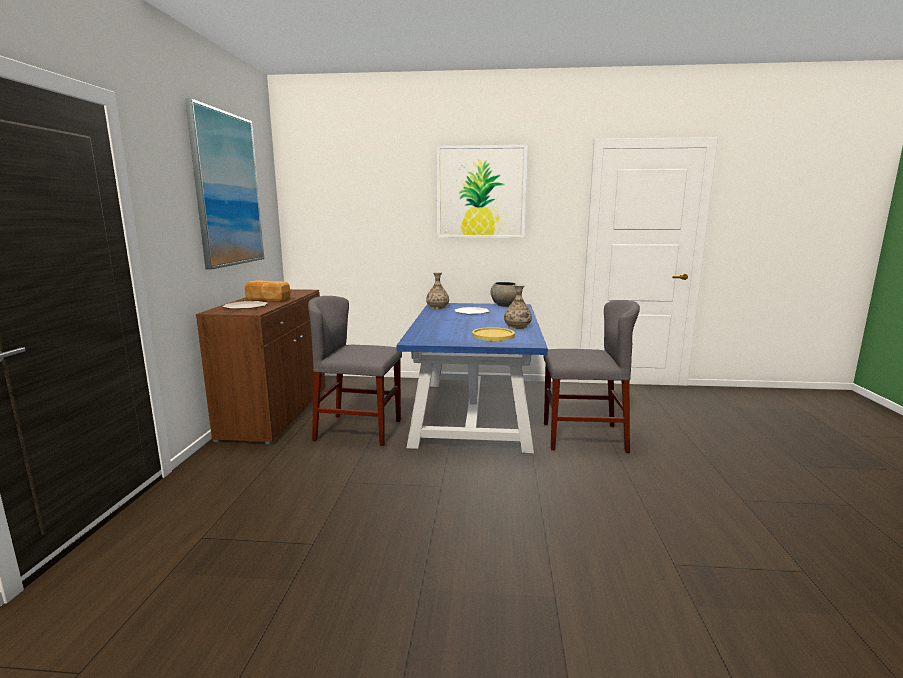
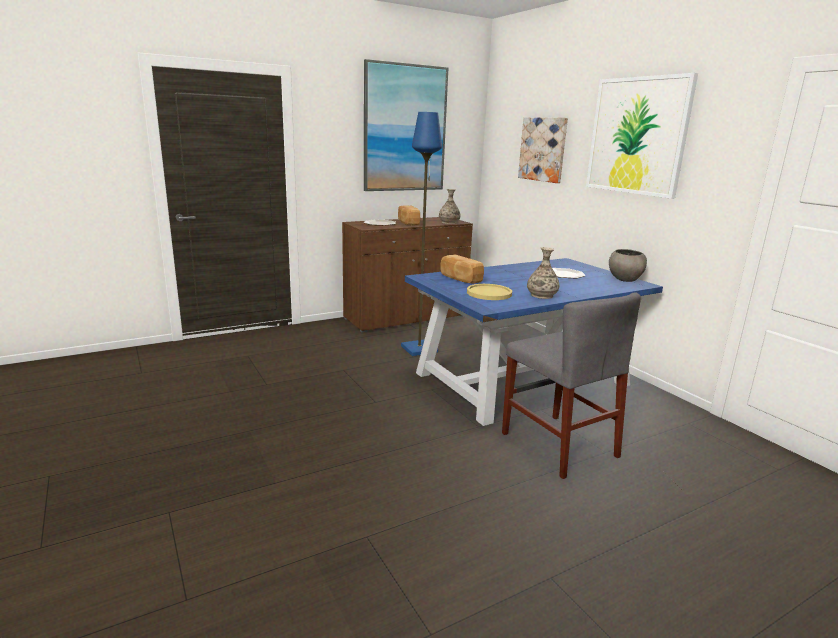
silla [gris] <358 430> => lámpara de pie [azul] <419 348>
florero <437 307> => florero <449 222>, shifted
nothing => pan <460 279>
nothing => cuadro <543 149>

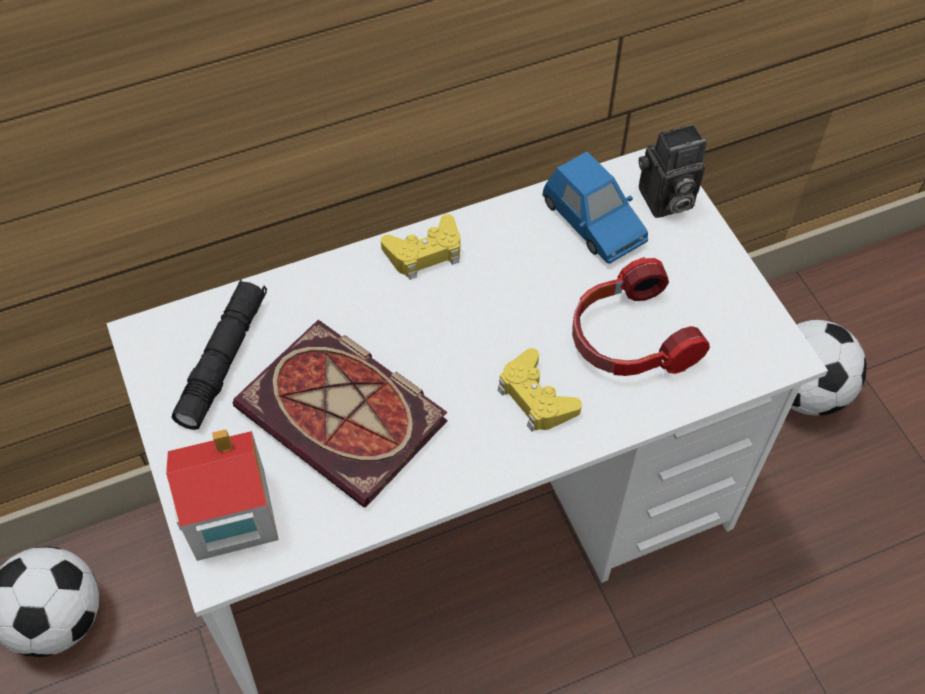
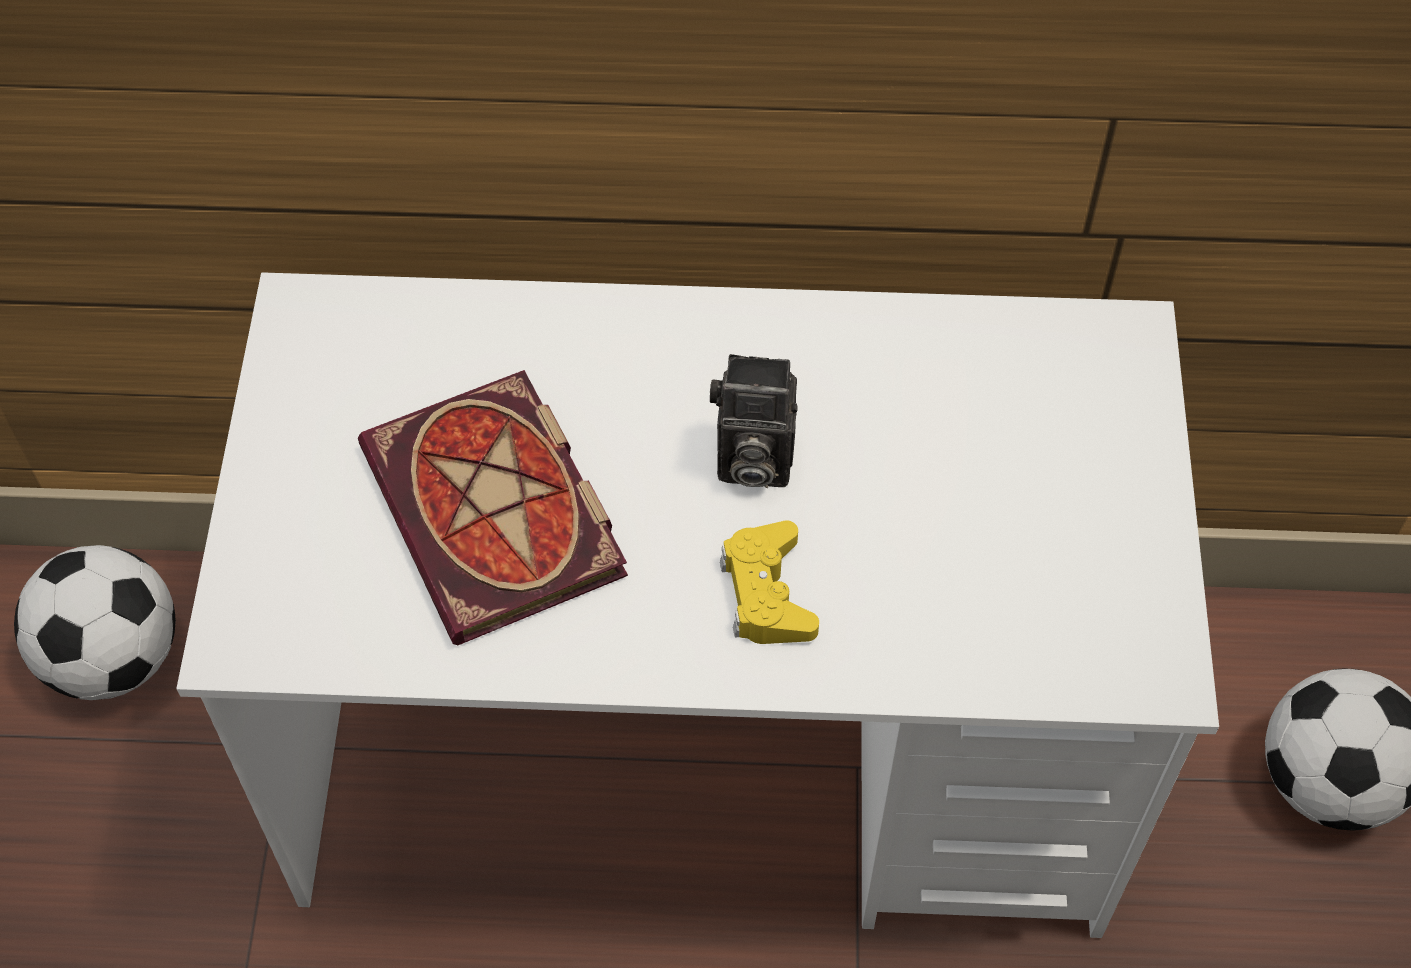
casita <229 514> => nothing
linterna [negro] <223 359> => nothing
mando de consola [amarillo] <425 253> => nothing
coche de juguete [azul] <593 221> => nothing
auriculares <628 338> => nothing
cámara <664 201> => cámara <750 461>, shifted

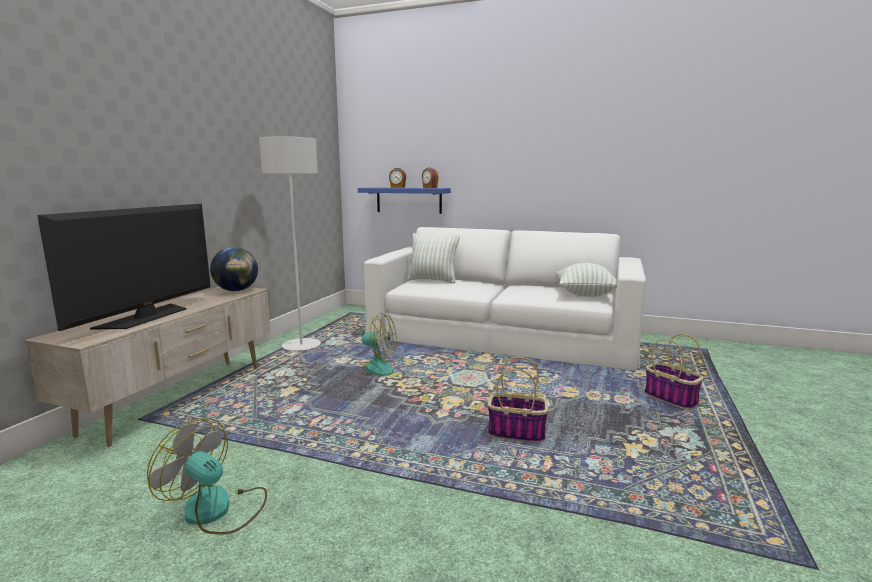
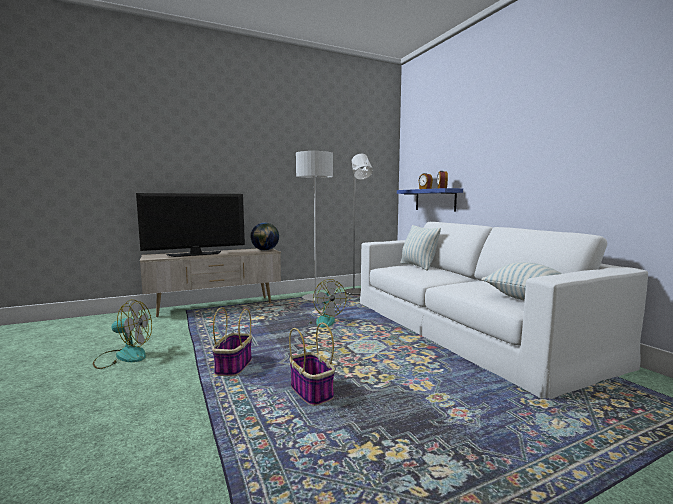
ventilador <217 510> => ventilador <123 356>, 105 degrees clockwise
cesta <672 399> => cesta <233 367>, shifted
nothing => lámpara de pie [gris] <358 294>

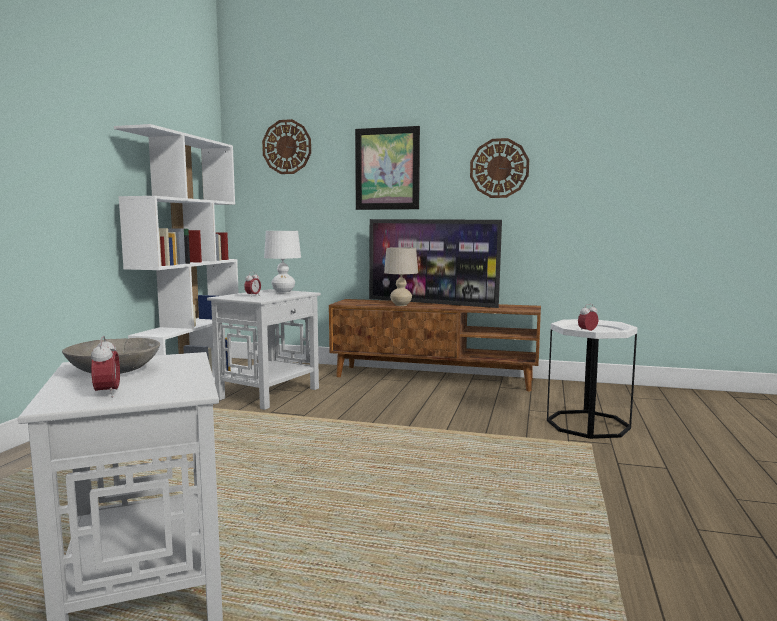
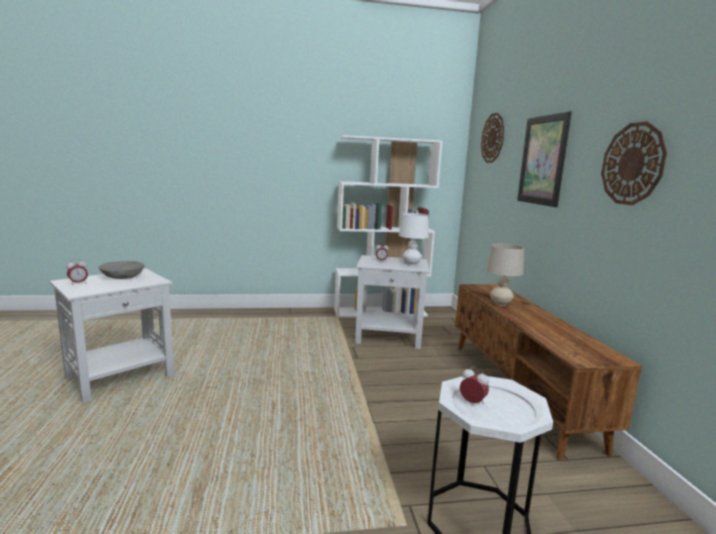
televisor <432 303> => nothing

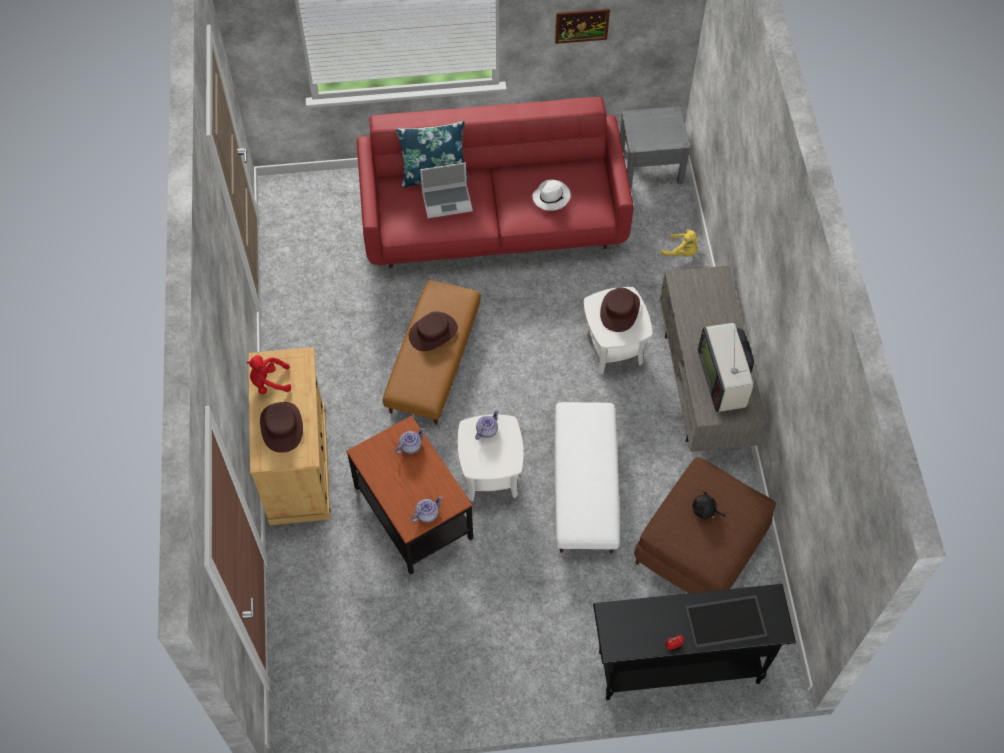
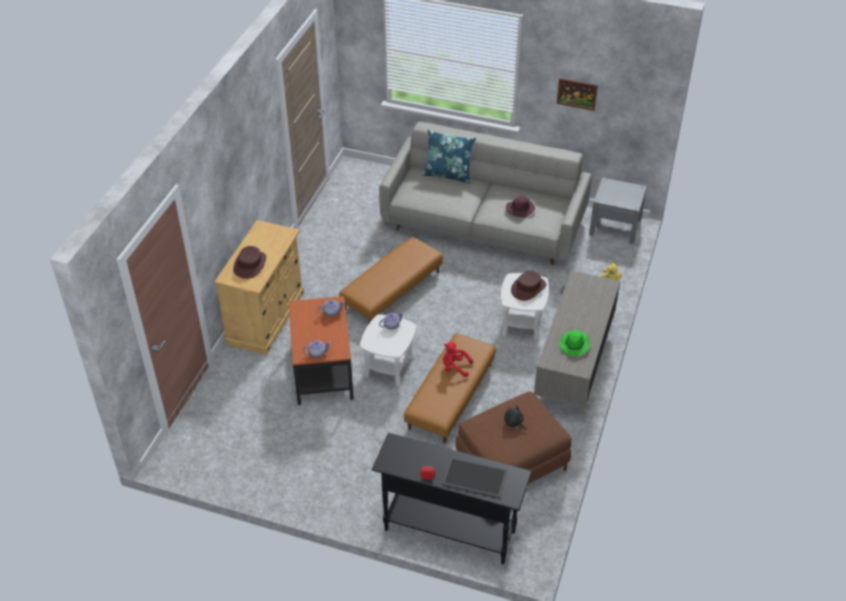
peluche [rojo] <269 382> => peluche [rojo] <455 367>, shifted
sofá [rojo] <493 220> => sofá [gris] <483 225>
sombrero [marrón] <433 333> => nothing
portátil <447 201> => nothing
sombrero [blanco] <551 196> => sombrero [morado] <520 209>
puf [blanco] <584 485> => puf [marrón] <450 396>
televisor <724 379> => sombrero [verde] <574 345>

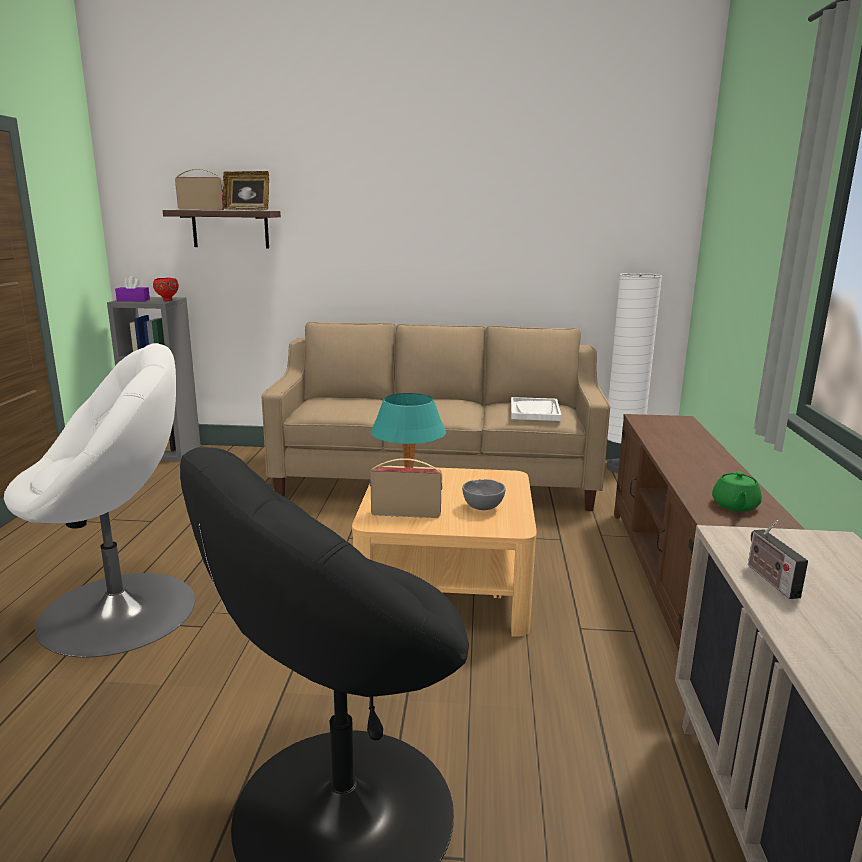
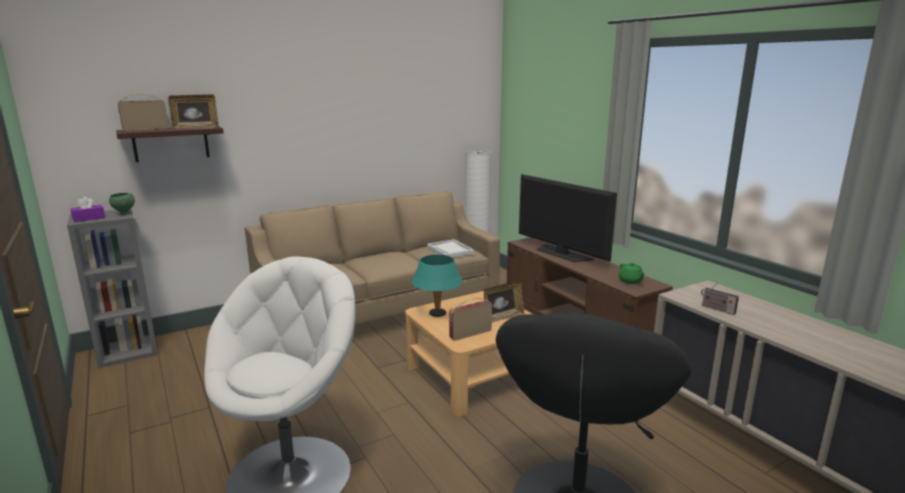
cuenco [rojo] <167 300> => cuenco [verde] <124 214>
cuenco [gris] <483 508> => portarretratos <503 317>
nothing => televisor <561 253>

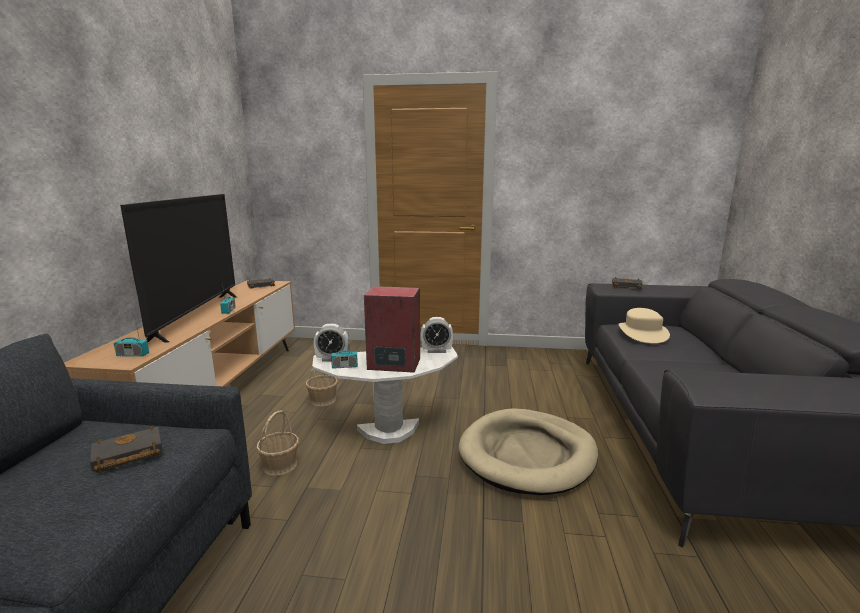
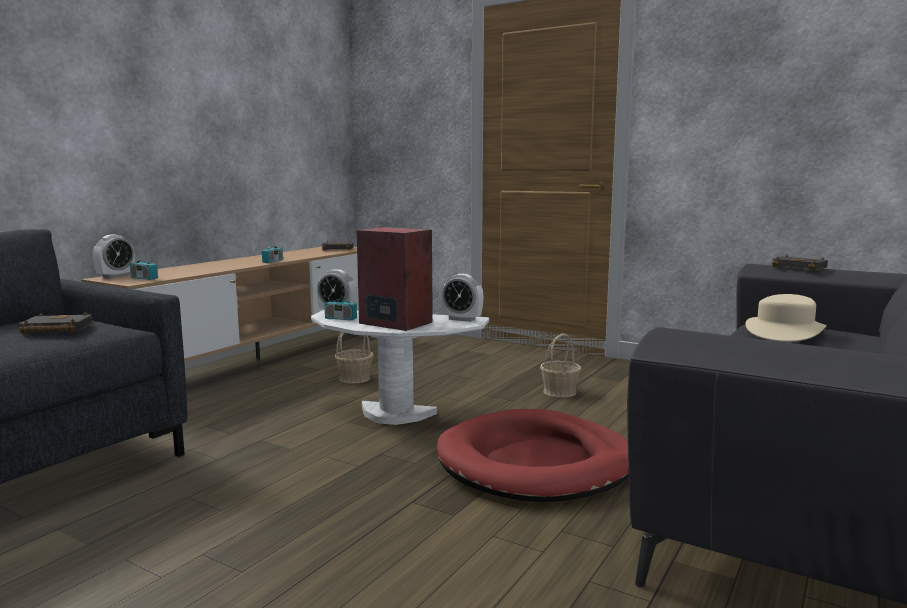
televisor <197 316> => nothing
cesta <280 465> => cesta <560 392>, shifted
cama para perro [beis] <527 455> => cama para perro [rojo] <536 463>
nothing => despertador <116 276>

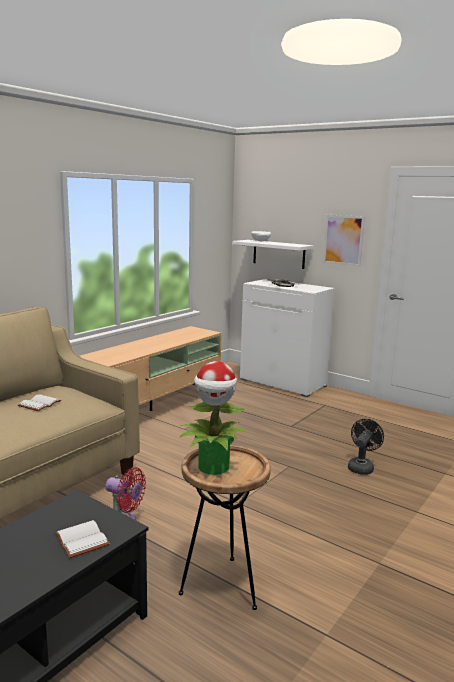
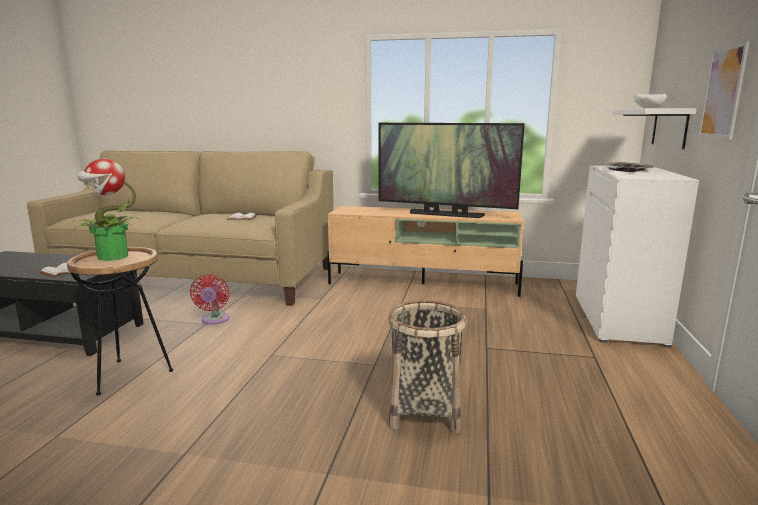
ventilador [negro] <361 467> => cesta <424 411>
nothing => televisor <445 214>

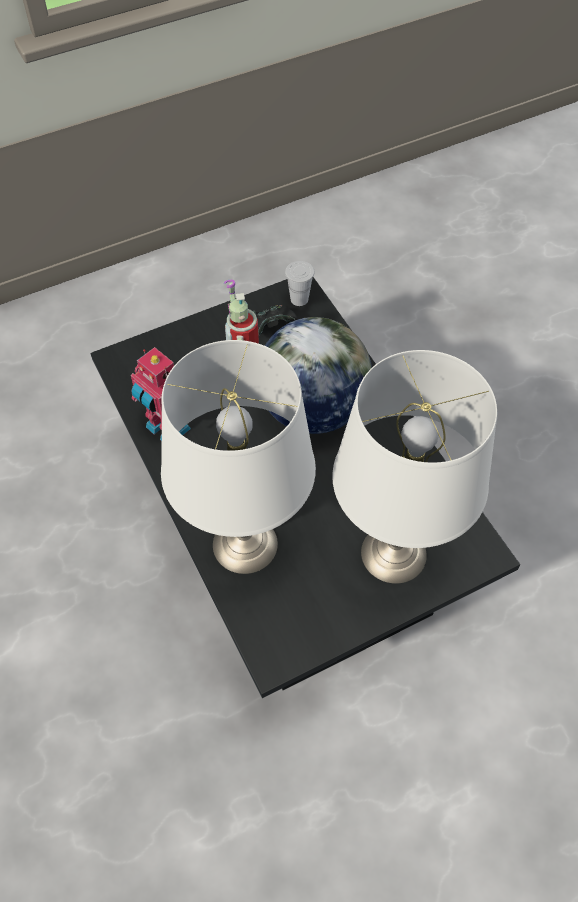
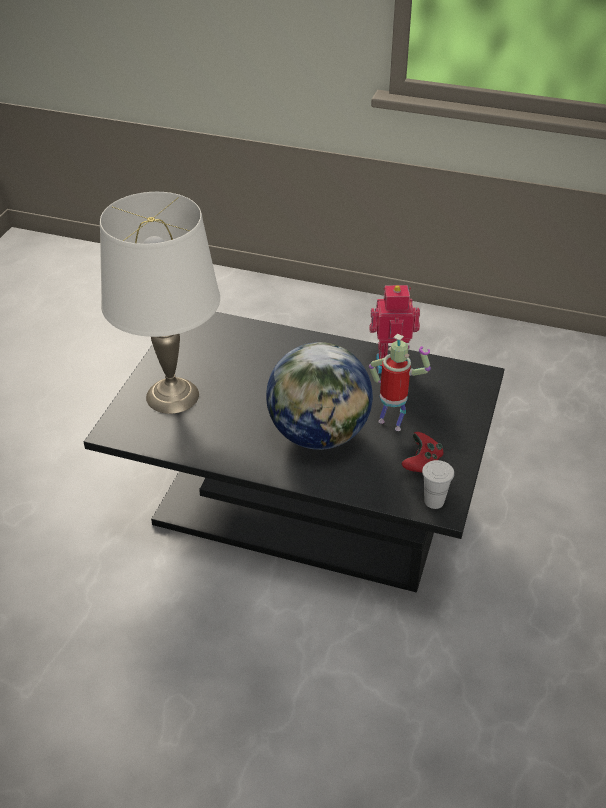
lámpara de mesa [blanco] <244 544> => nothing
mando de consola [negro] <270 328> => mando de consola [rojo] <422 464>

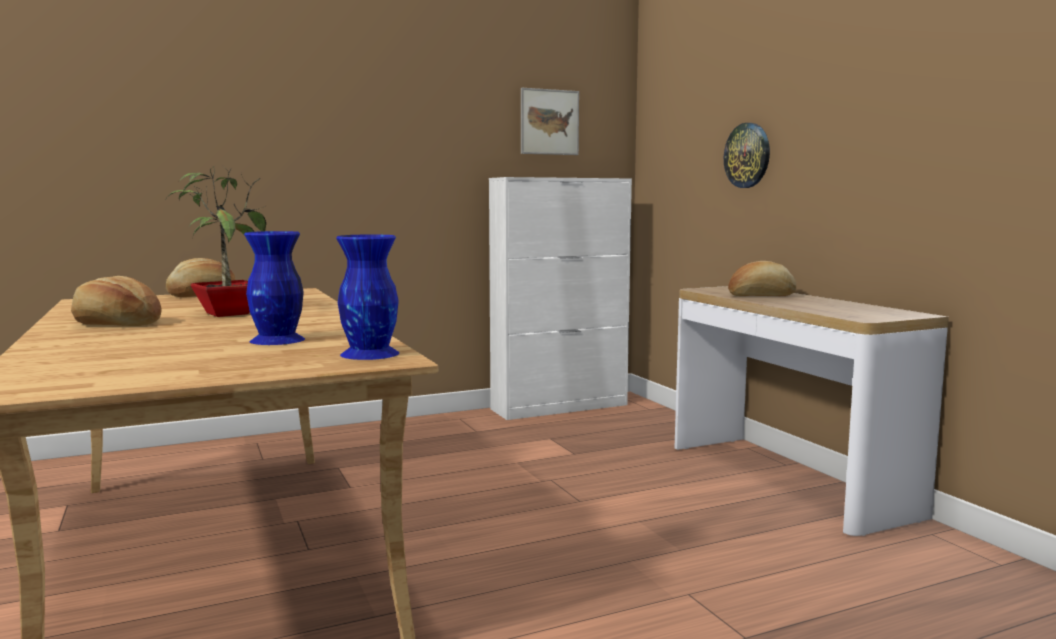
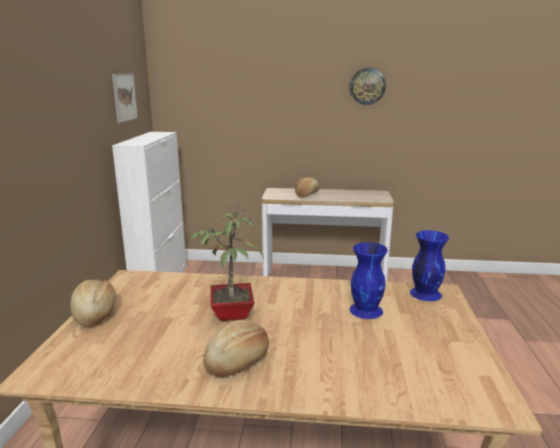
reloj de pared <747 155> => reloj de pared <367 86>, shifted

